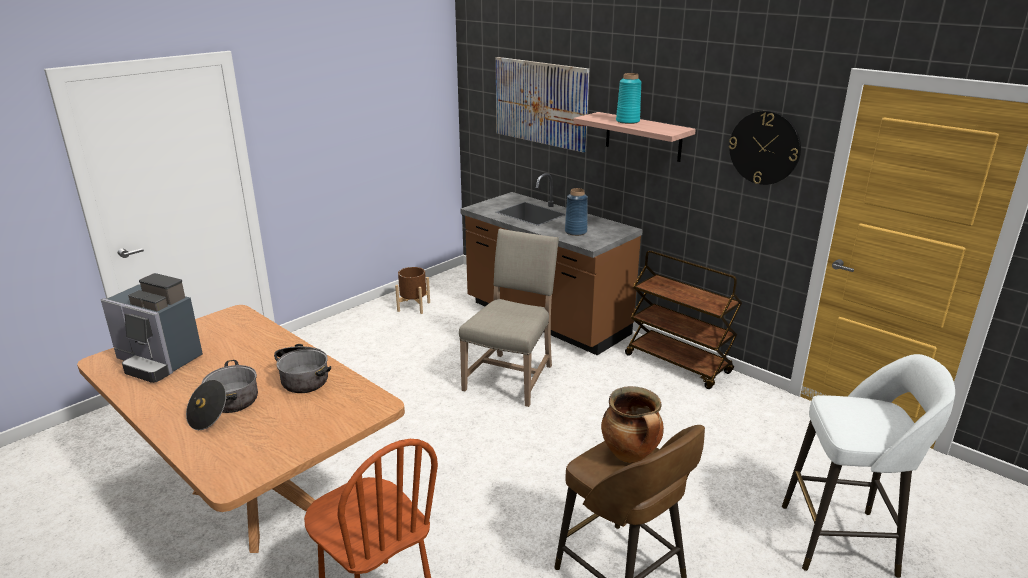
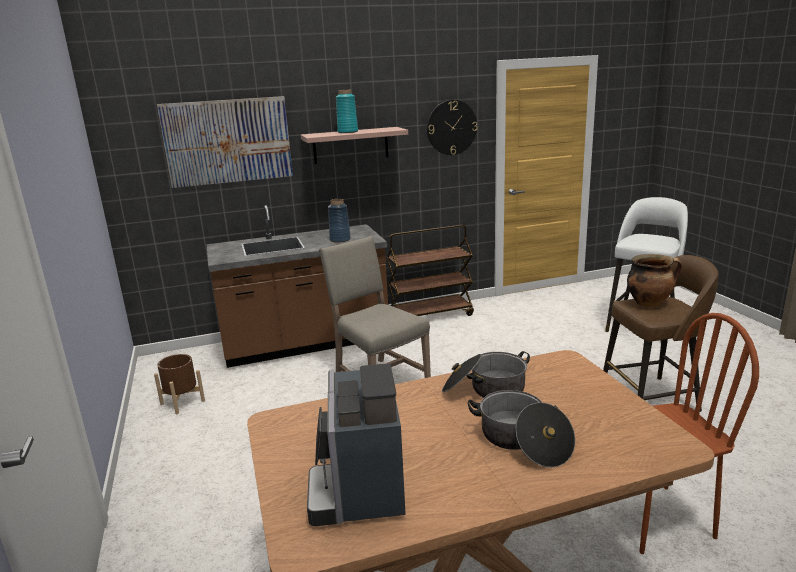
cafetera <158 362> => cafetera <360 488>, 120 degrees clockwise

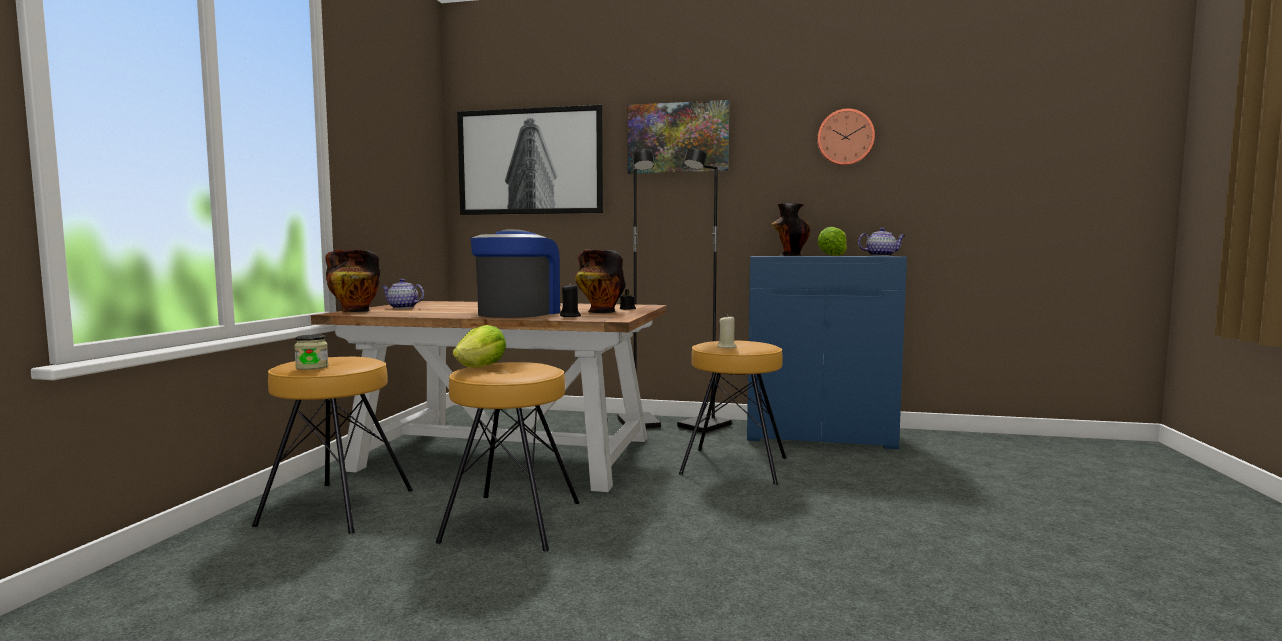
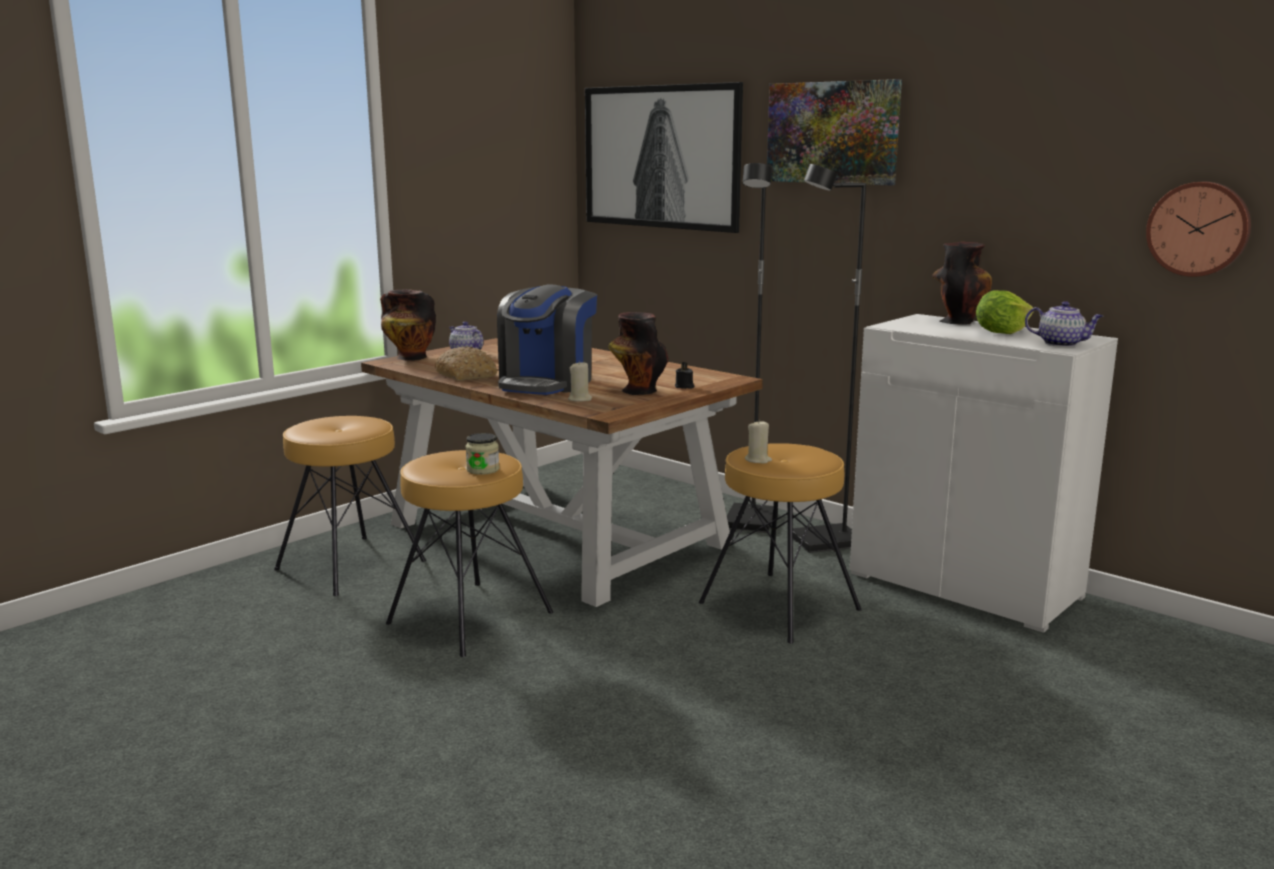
tarro <312 367> => tarro <483 470>, shifted
lechuga <481 367> => nothing
cafetera <519 313> => cafetera <547 383>, 150 degrees clockwise
vela [negro] <570 316> => vela [beis] <580 399>
armario [azul] <819 434> => armario [blanco] <966 585>
reloj de pared <845 137> => reloj de pared <1198 229>, shifted
nothing => pan <467 375>

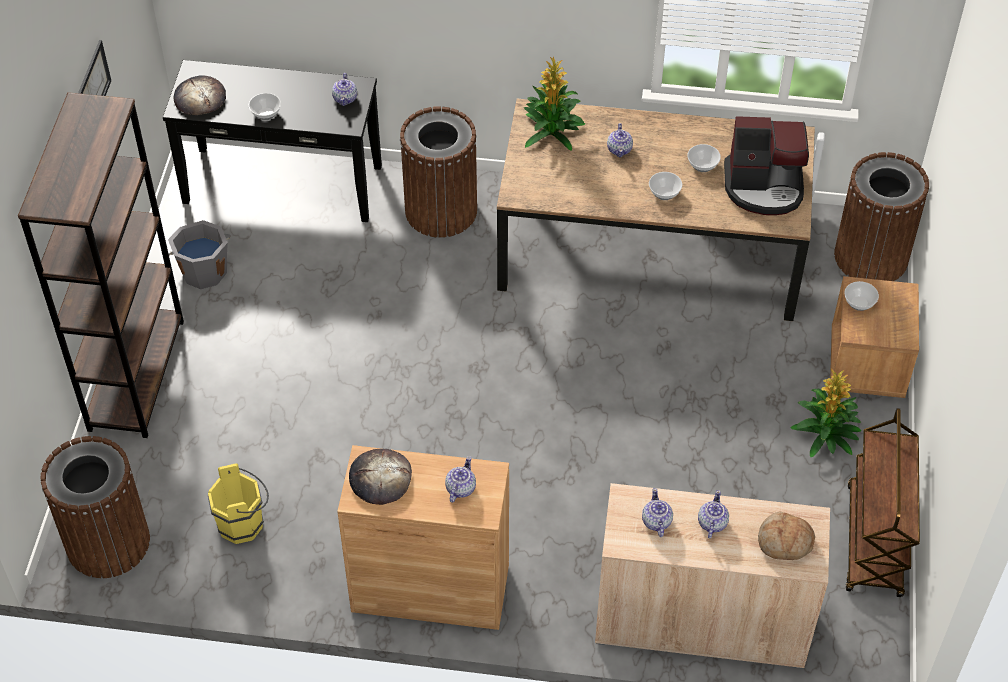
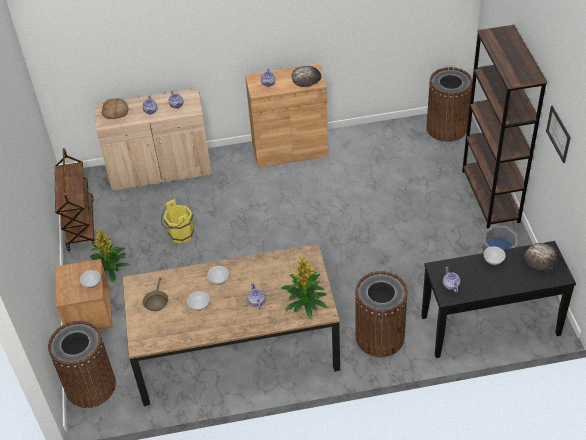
cubo [amarillo] <244 524> => cubo [amarillo] <179 236>, shifted
cafetera <764 187> => sartén [marrón] <156 301>

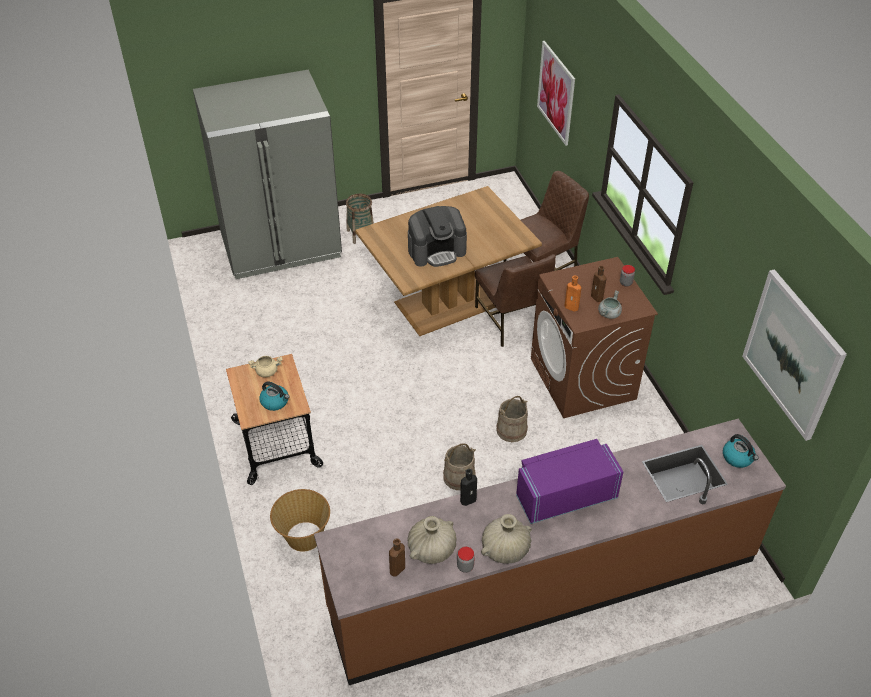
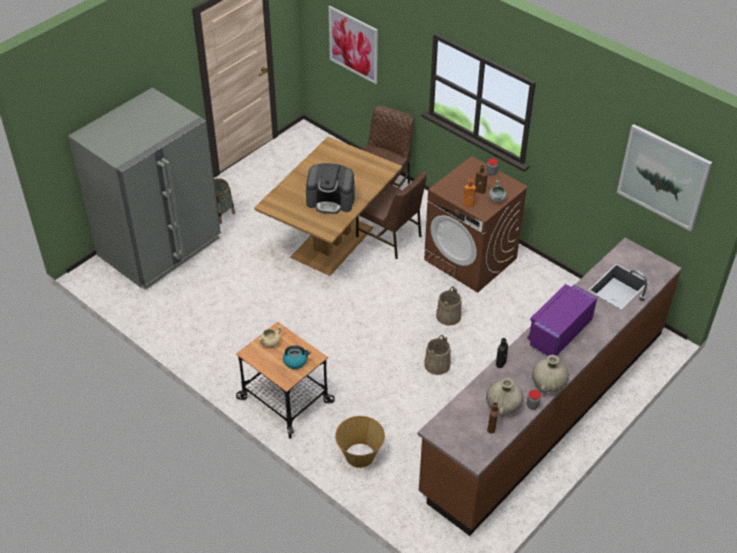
cafetera <437 251> => cafetera <331 200>, 60 degrees clockwise
hervidor <738 458> => nothing

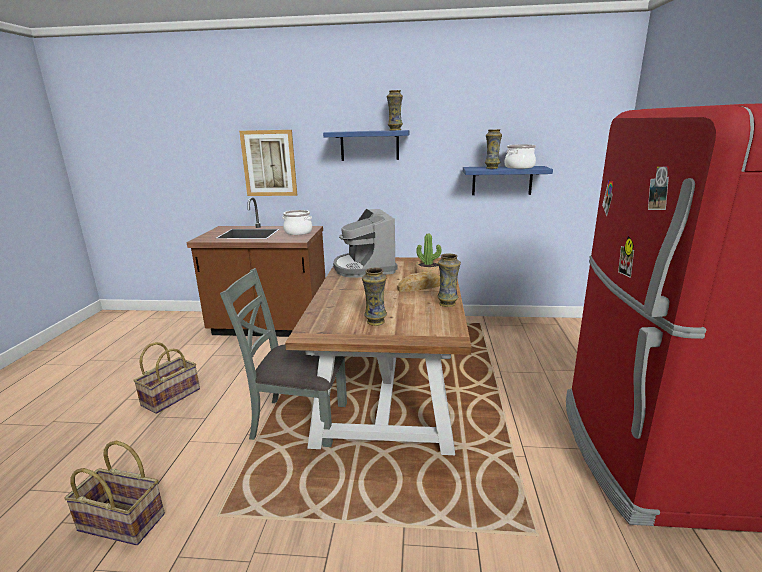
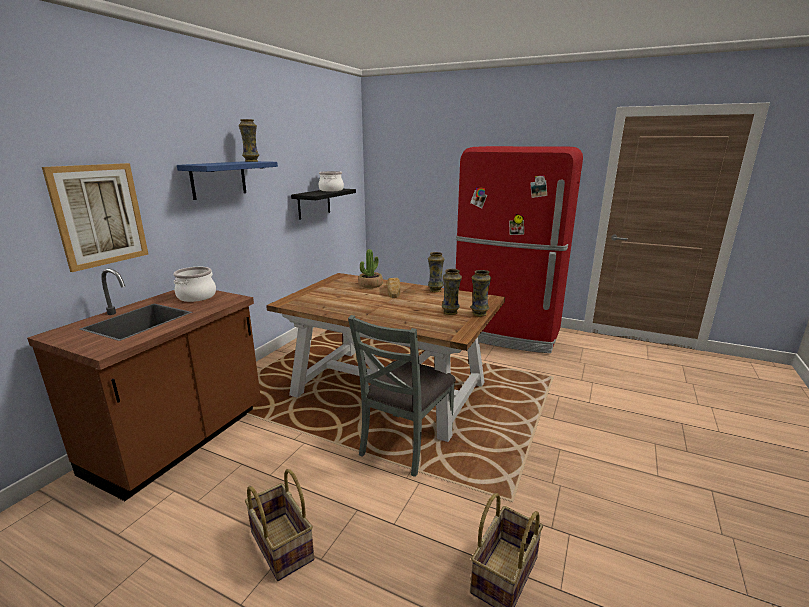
cafetera <364 268> => nothing
estante [azul] <502 180> => estante [negro] <314 203>
florero <491 168> => florero <479 314>, shifted

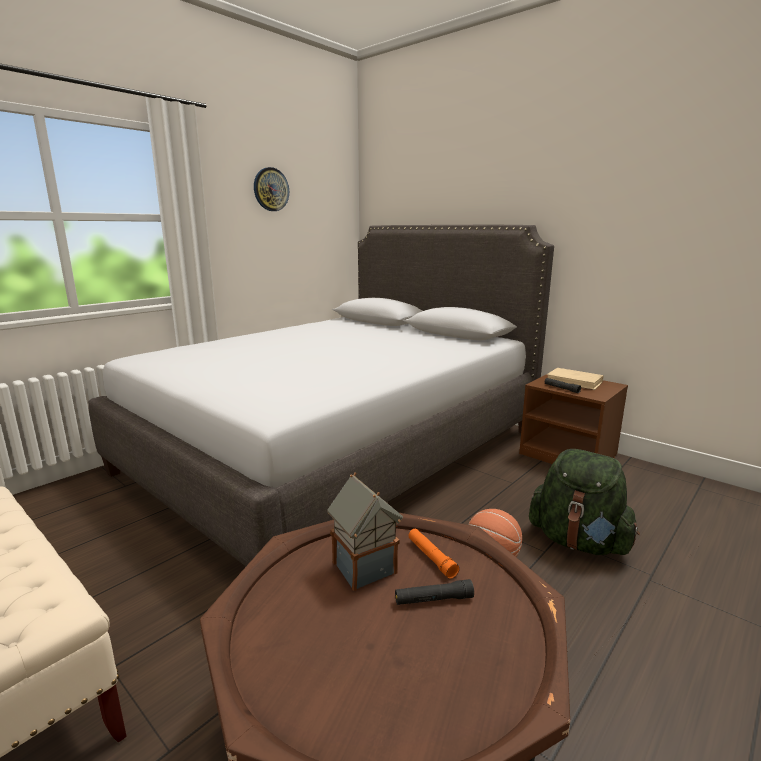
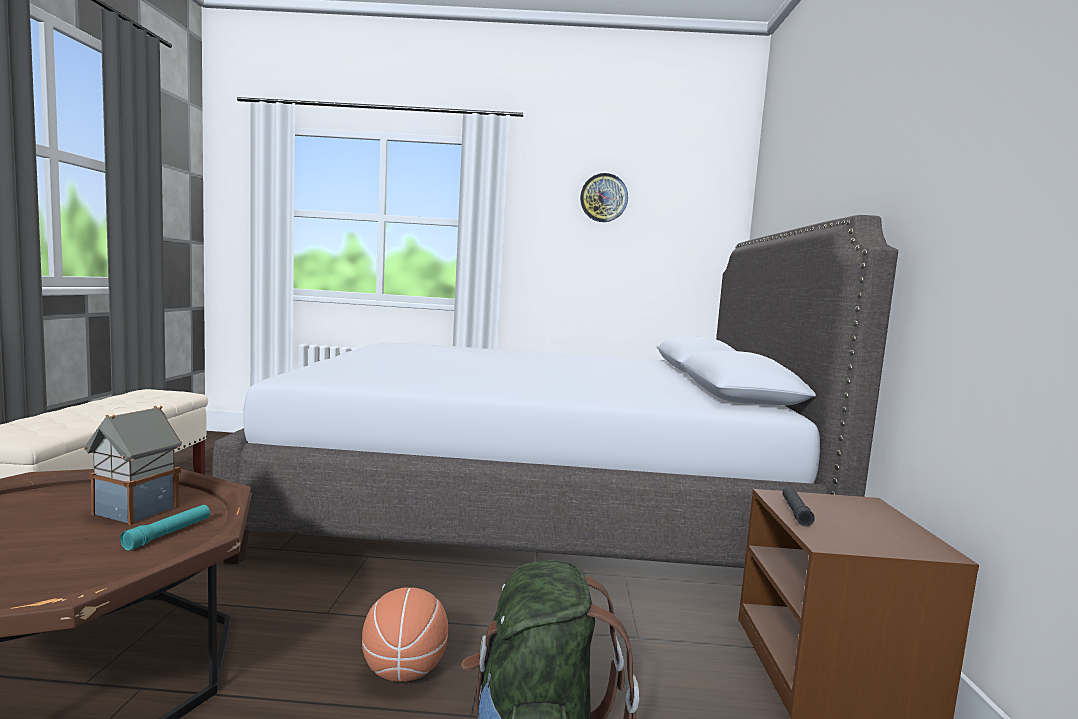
linterna [negro] <433 599> => nothing
linterna [naranja] <431 558> => linterna [turquesa] <168 534>
libro [beis] <574 382> => nothing

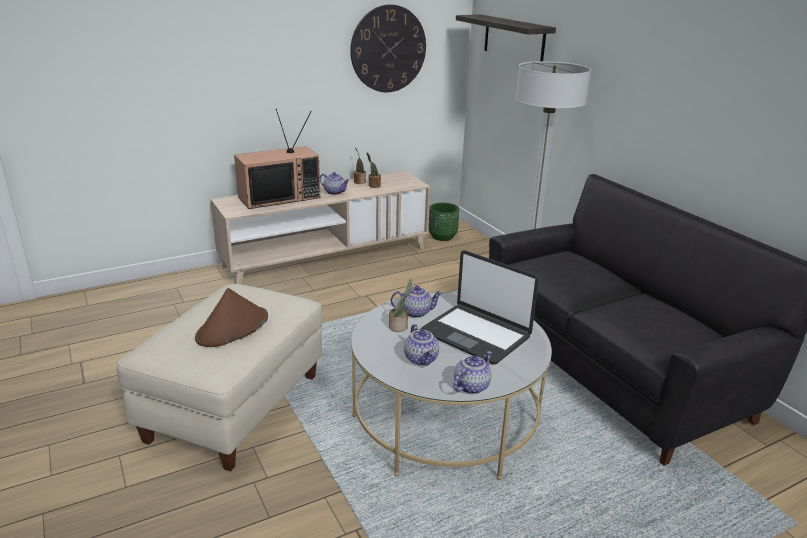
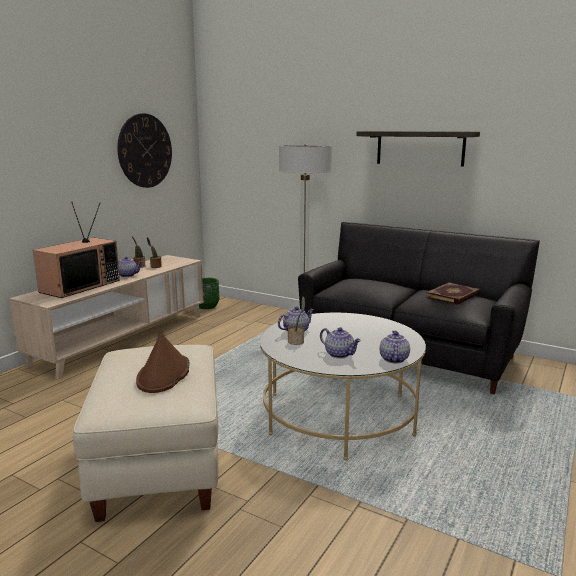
portátil <476 334> => nothing
estante <514 39> => estante <420 148>, shifted
nothing => libro <454 296>

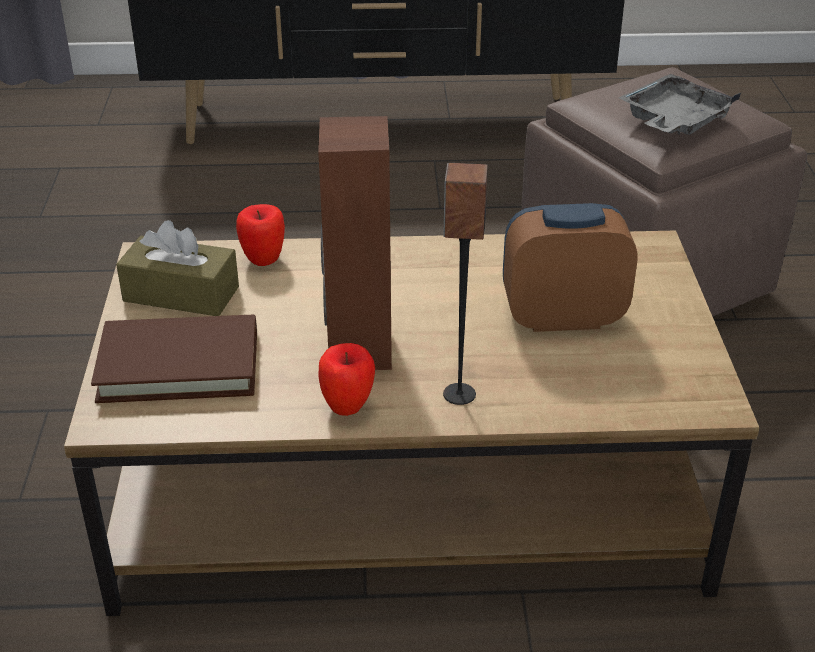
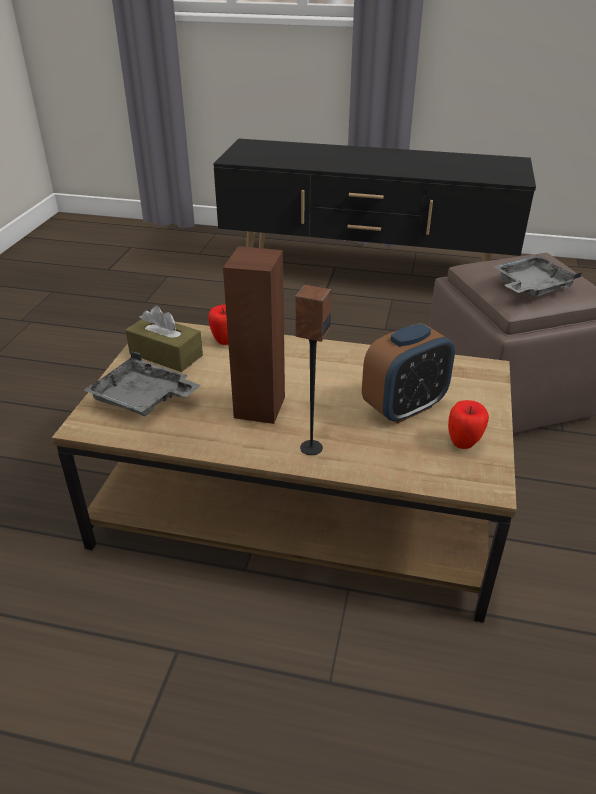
libro [marrón] <179 366> => bandeja [gris] <143 399>
manzana <348 407> => manzana <463 443>, shifted
despertador <562 317> => despertador <404 407>, 135 degrees clockwise

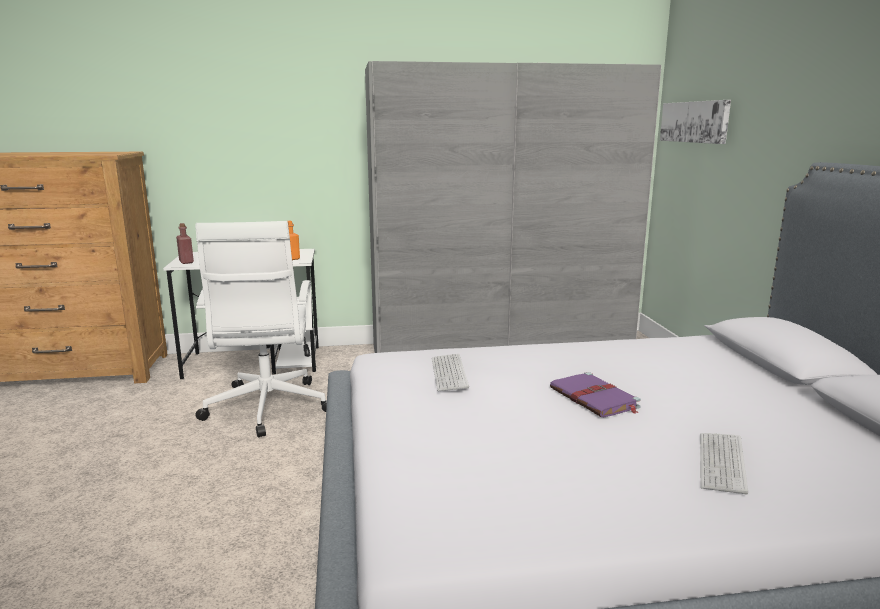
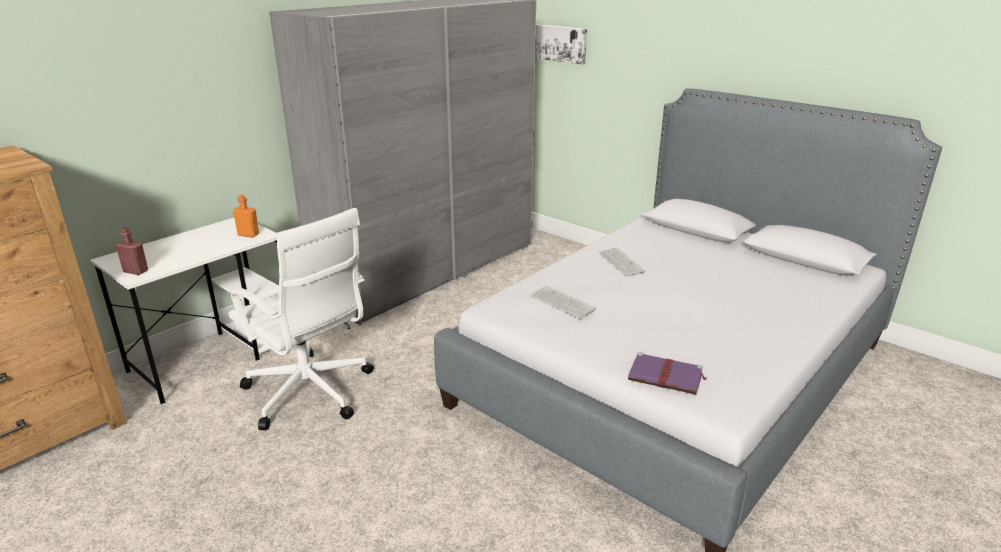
libro [morado] <595 398> => libro [morado] <666 376>, shifted
teclado <721 463> => teclado <621 263>, shifted

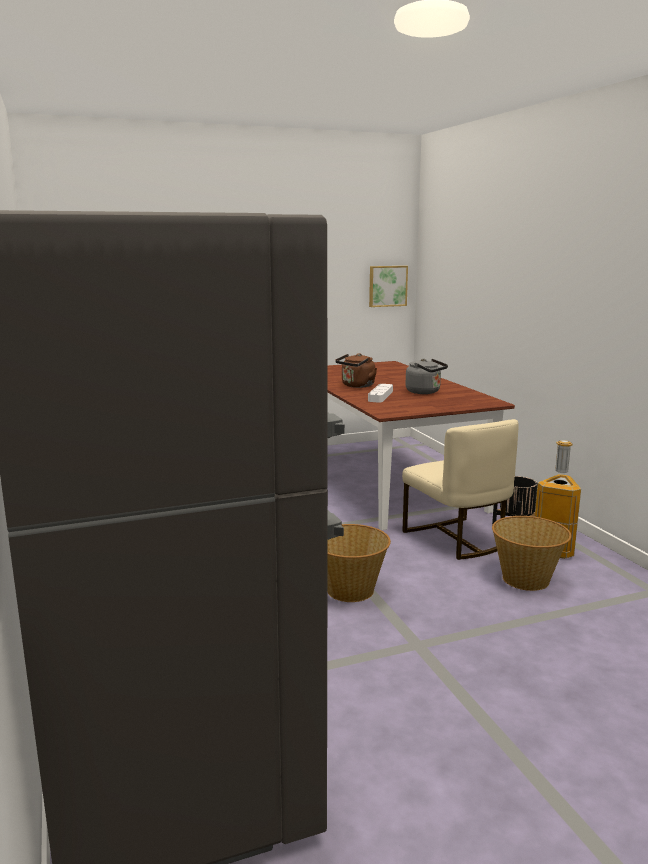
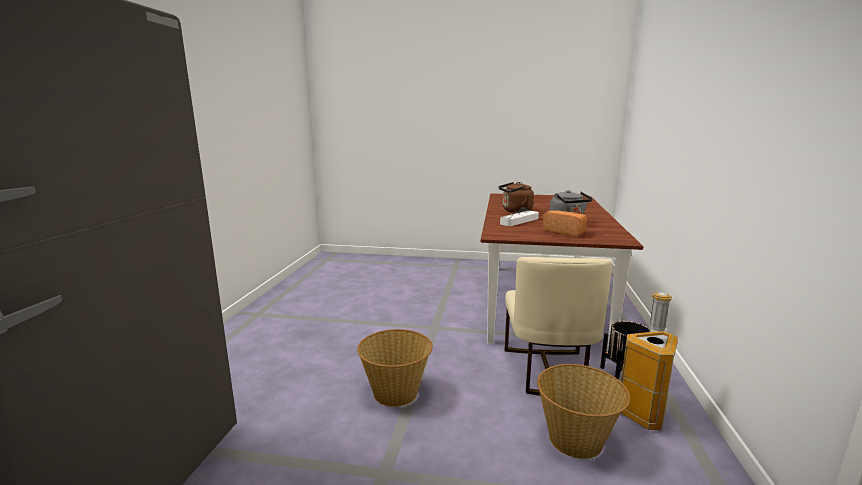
cuadro <387 286> => nothing
nothing => pan <565 232>

